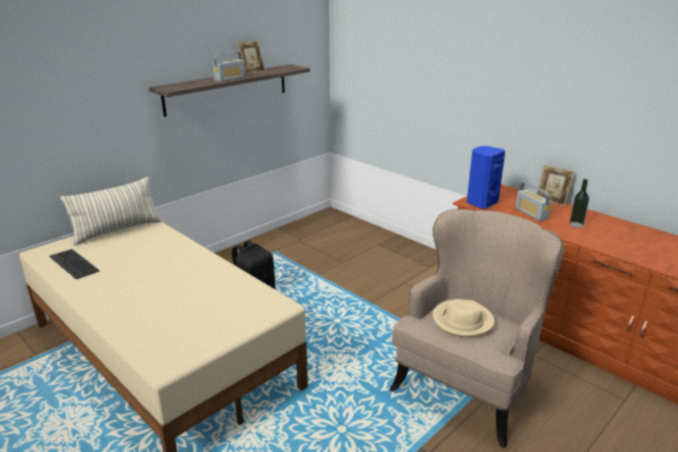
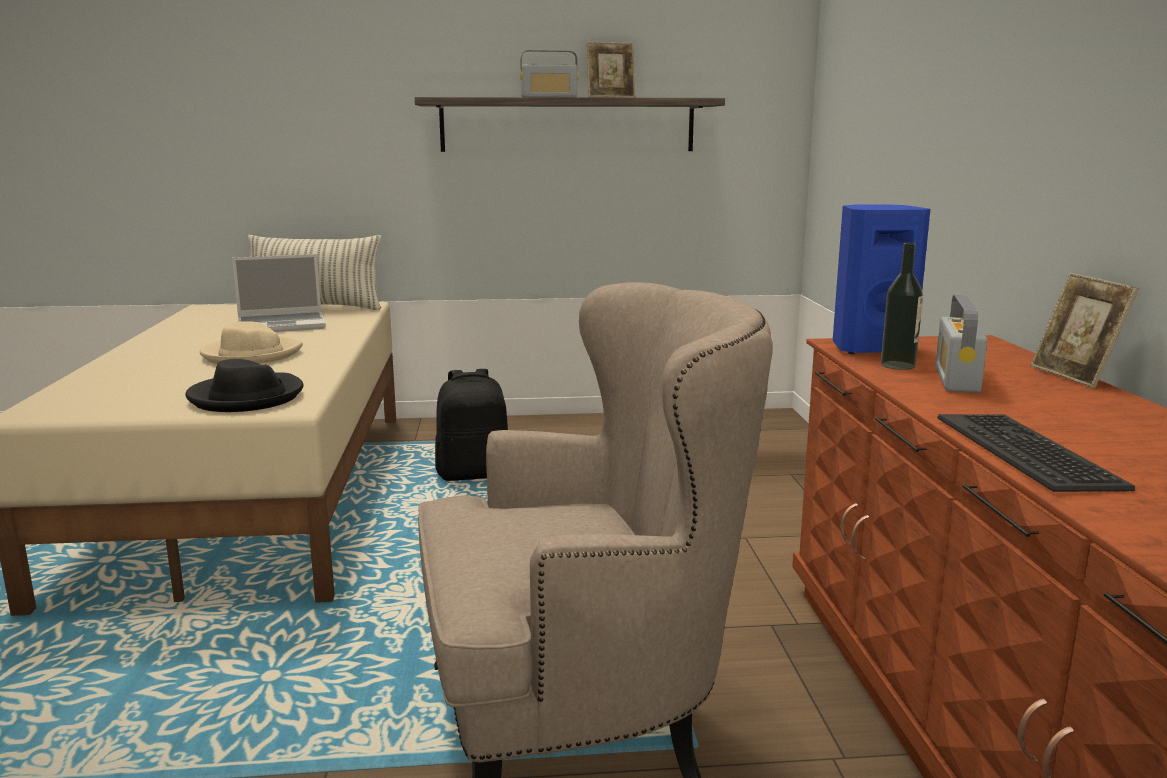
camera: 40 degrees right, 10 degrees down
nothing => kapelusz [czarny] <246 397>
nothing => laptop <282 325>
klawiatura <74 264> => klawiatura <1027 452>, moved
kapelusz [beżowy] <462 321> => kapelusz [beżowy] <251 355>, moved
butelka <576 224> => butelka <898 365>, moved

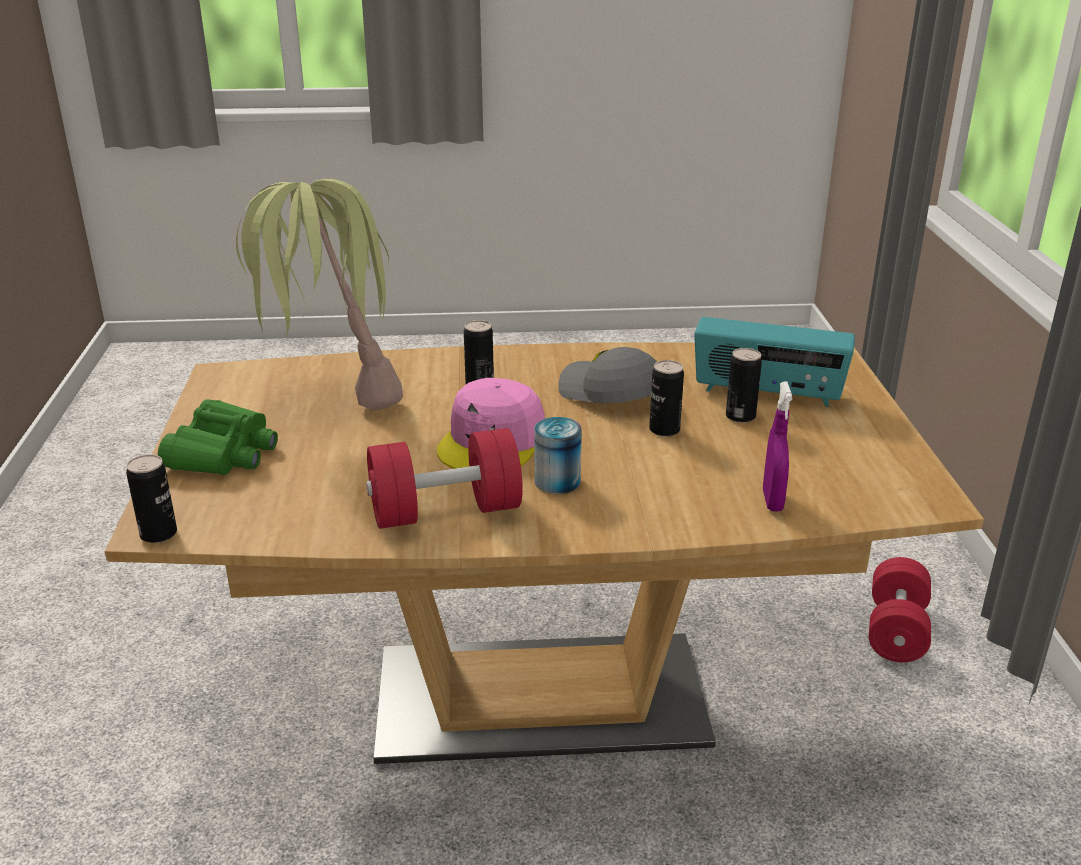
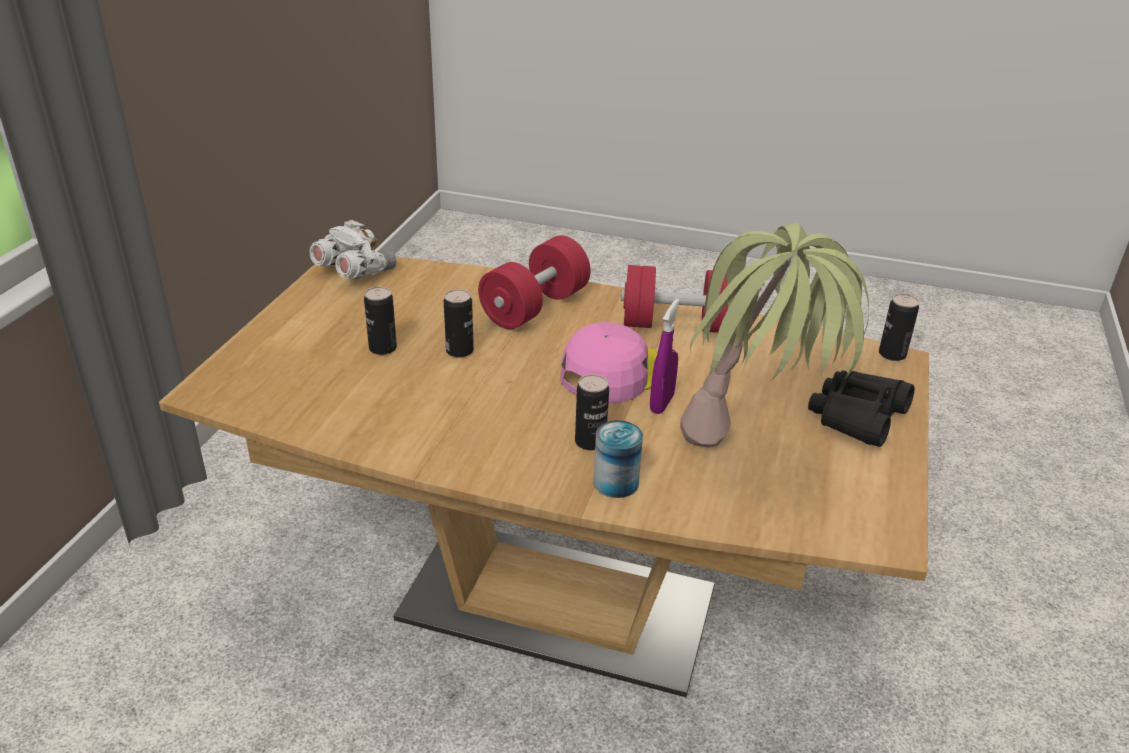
camera: 160 degrees left, 5 degrees up
czapka z daszkiem [szary] <610 394> => nothing
radio <767 393> => nothing
nothing => lornetka [biały] <354 273>
puszka <557 481> => puszka <616 482>, moved
spryskiwacz [fioletowy] <772 501> => spryskiwacz [fioletowy] <661 403>, moved
hantel [czerwony] <896 630> => hantel [czerwony] <535 307>, moved
lornetka [zielony] <224 453> => lornetka [czarny] <857 416>

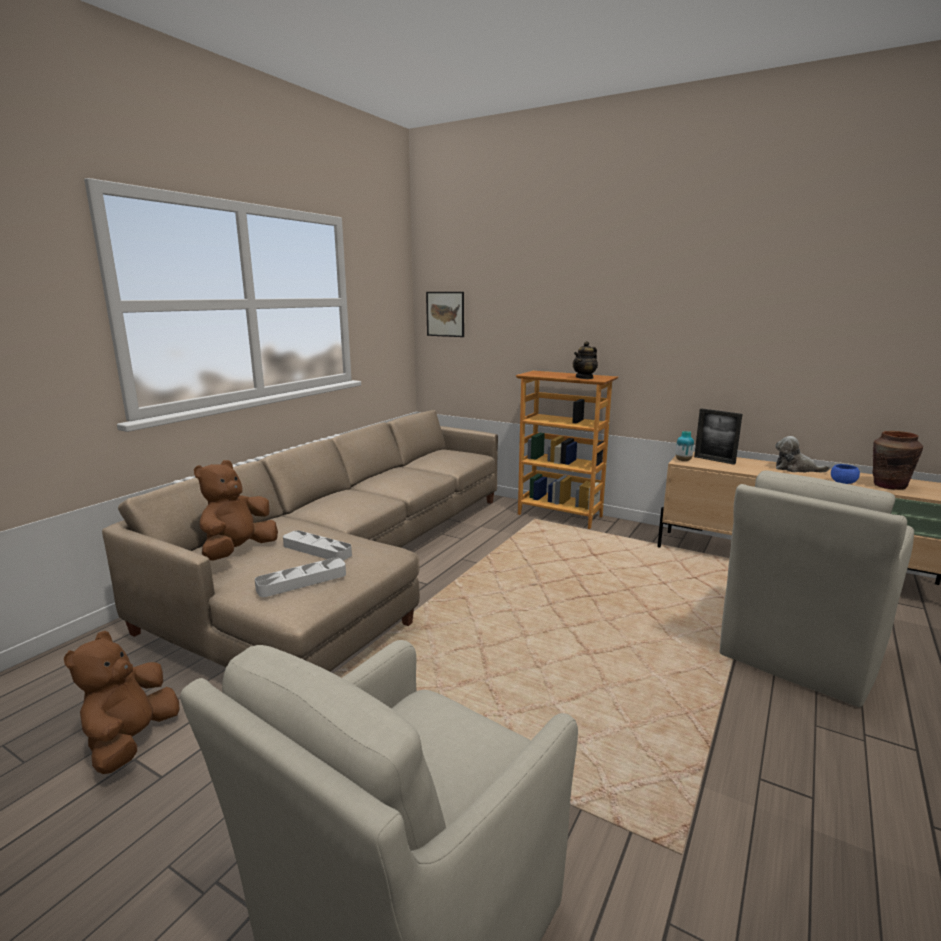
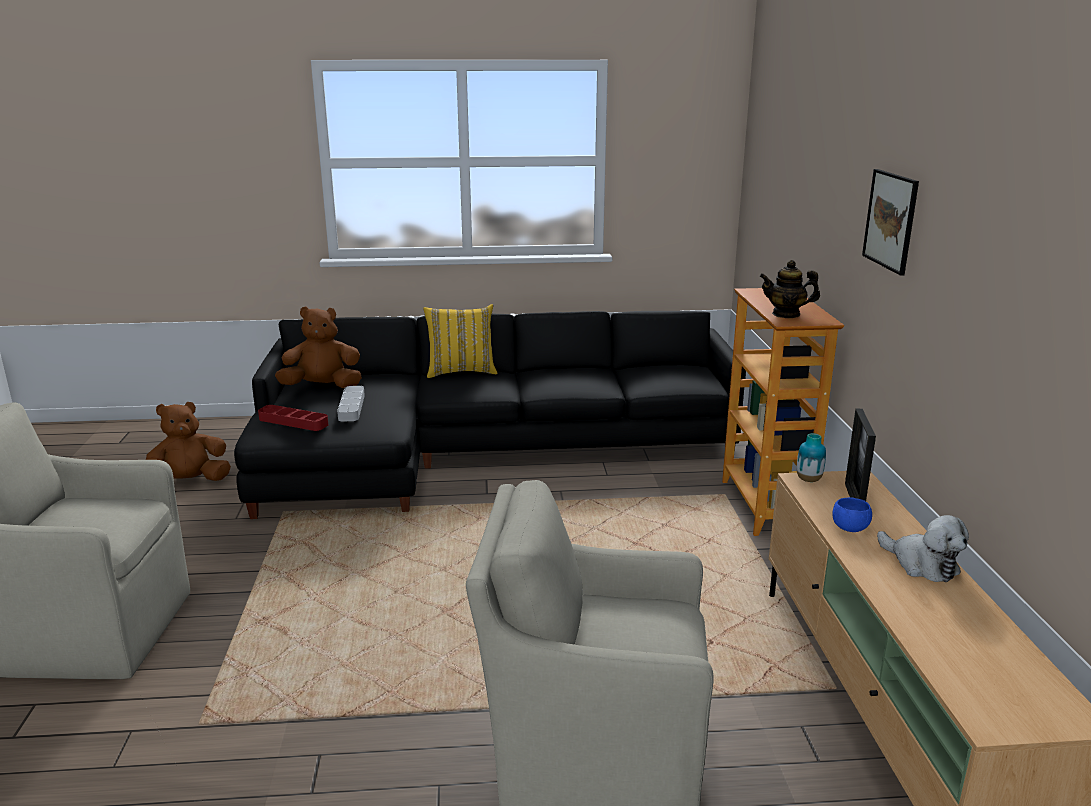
camera: 55 degrees right, 5 degrees up
wazon [brązowy] <889 486> => nothing
nothing => poduszka [żółty] <461 371>
obraz <445 314> => obraz <890 220>, moved
miska [niebieski] <843 483> => miska [niebieski] <850 528>, moved
kanapa [beżowy] <352 566> => kanapa [czarny] <476 451>
taca [szary] <302 581> => taca [czerwony] <293 422>
pluszak <796 469> => pluszak <921 564>, 150 degrees clockwise

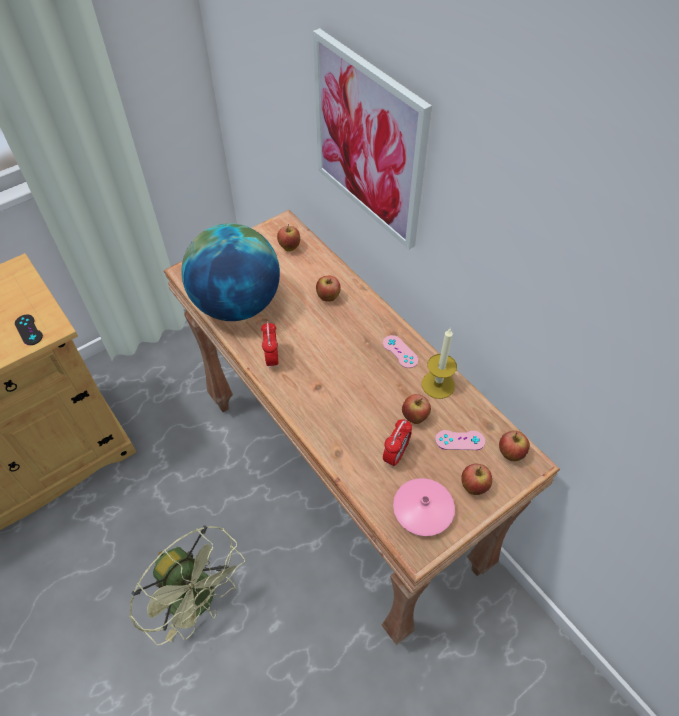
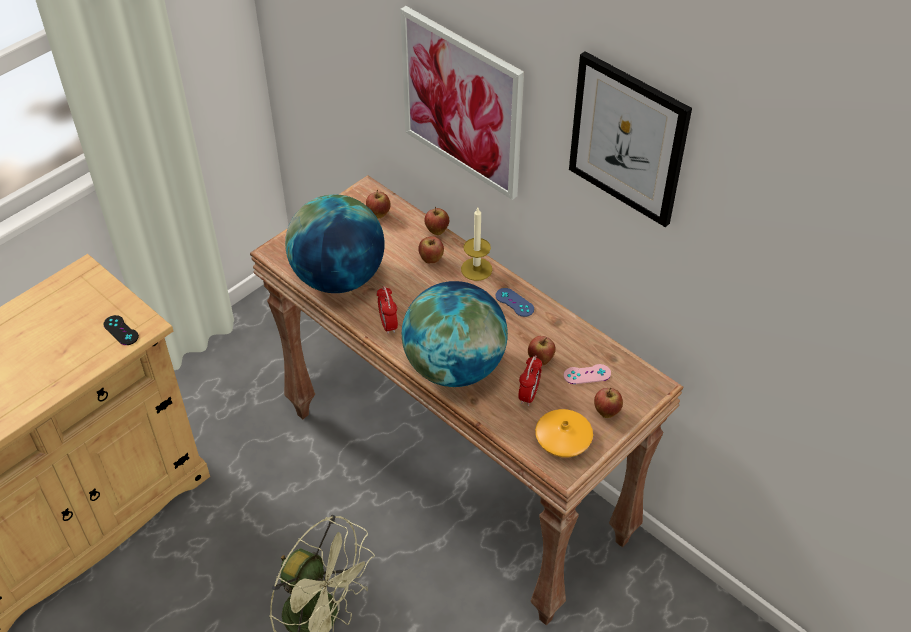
camera: 10 degrees left, 5 degrees down
nothing => globus <455 367>
nothing => obraz <628 139>
świeca <438 384> => świeca <476 269>, moved
jabłko <510 454> => jabłko <436 231>, moved
pad do gier [różowy] <400 352> => pad do gier [niebieski] <514 302>
wazon [różowy] <422 511> => wazon [pomarańczowy] <563 438>

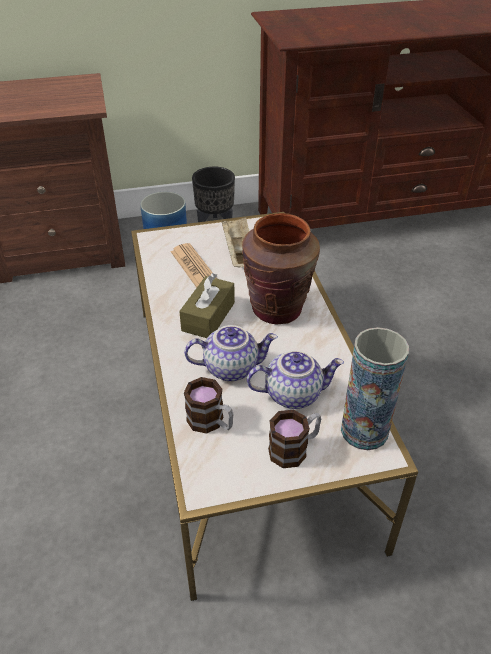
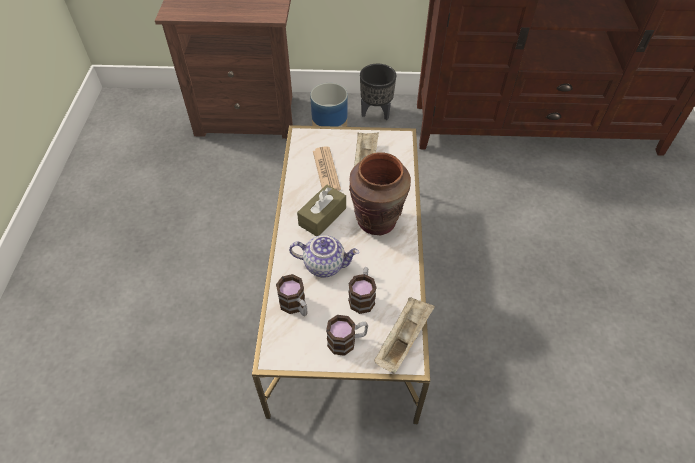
camera: 15 degrees right, 10 degrees up
imbryk <293 393> => kubek <362 296>
wazon <364 431> => taca [beżowy] <403 339>

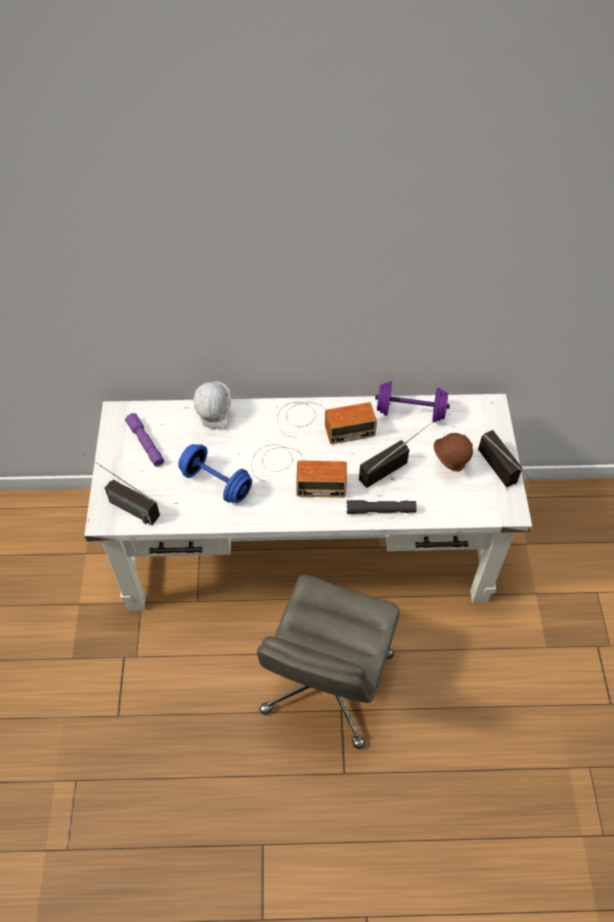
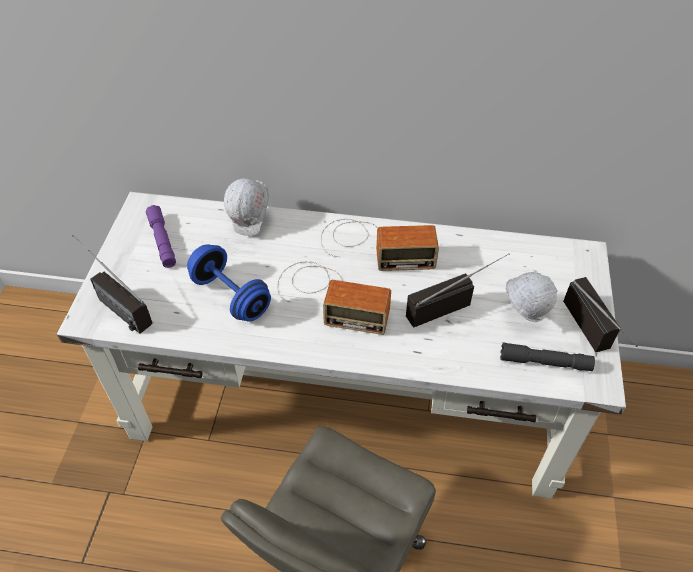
camera: 10 degrees right, 5 degrees down
hantel [fioletowy] <410 412> => nothing
latarka [szary] <380 510> => latarka [szary] <545 362>, moved
kask [brązowy] <448 464> => kask [biały] <522 314>

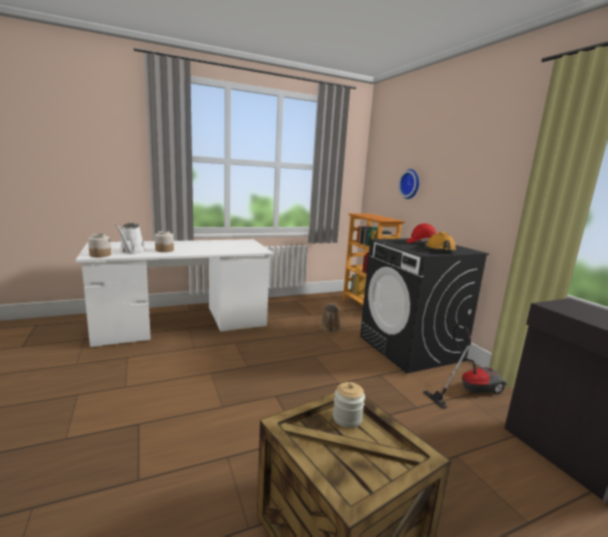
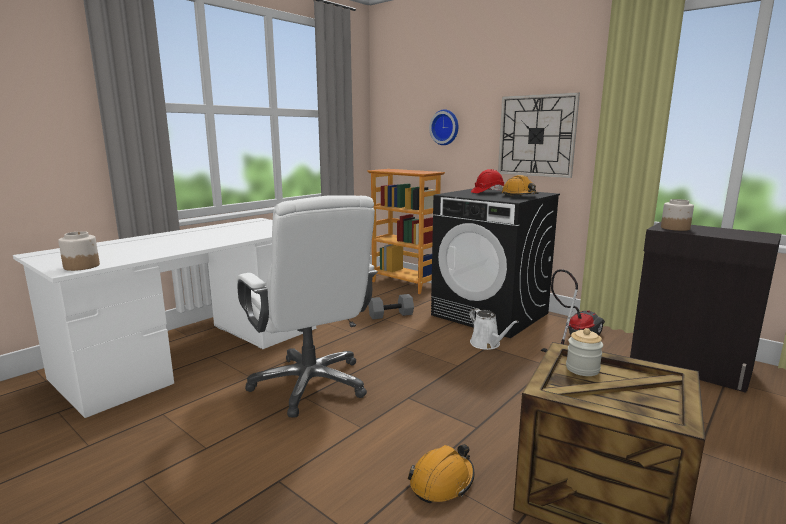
camera: 25 degrees left, 0 degrees up
nothing => krzesło biurowe [biały] <310 384>
nothing => kask [pomarańczowy] <442 482>
nothing => zegar ścienny <536 136>
konewka [biały] <131 251> => konewka [biały] <487 344>, moved
słoik <164 250> => słoik <674 228>, moved
konewka [brązowy] <330 328> => hantel [szary] <391 315>

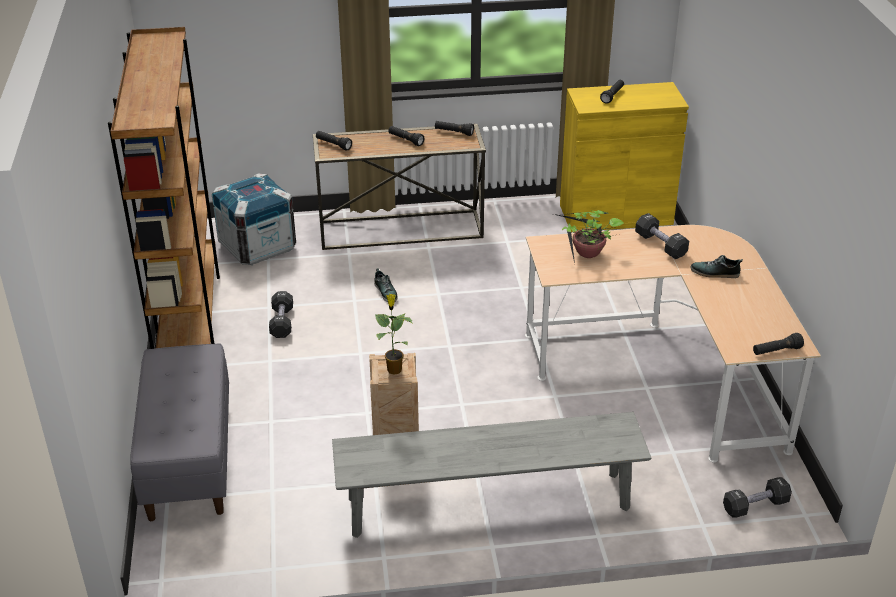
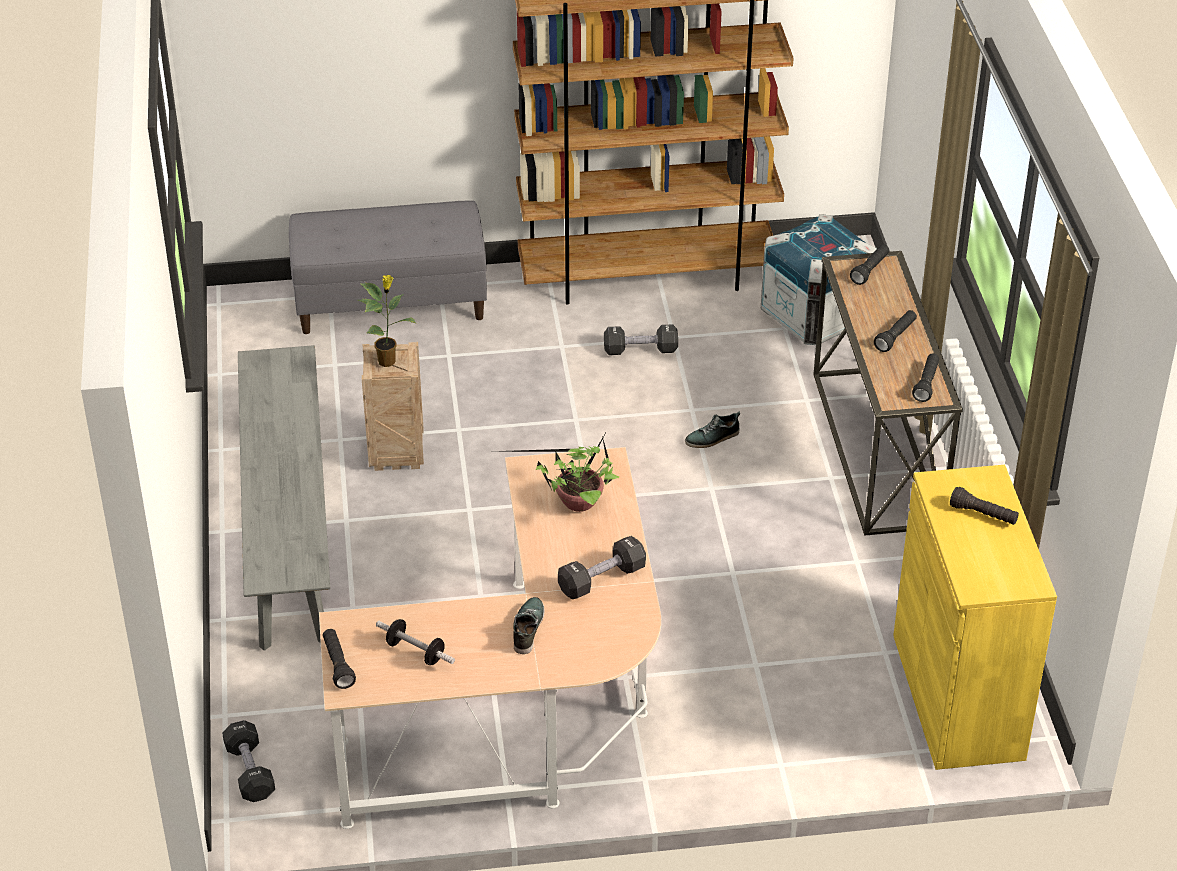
camera: 90 degrees right, 5 degrees up
nothing => hantel <415 652>

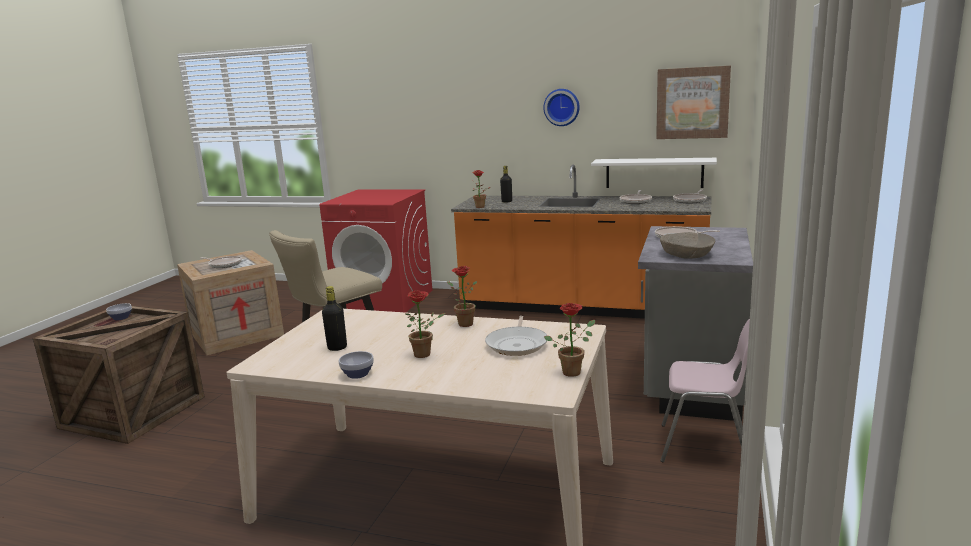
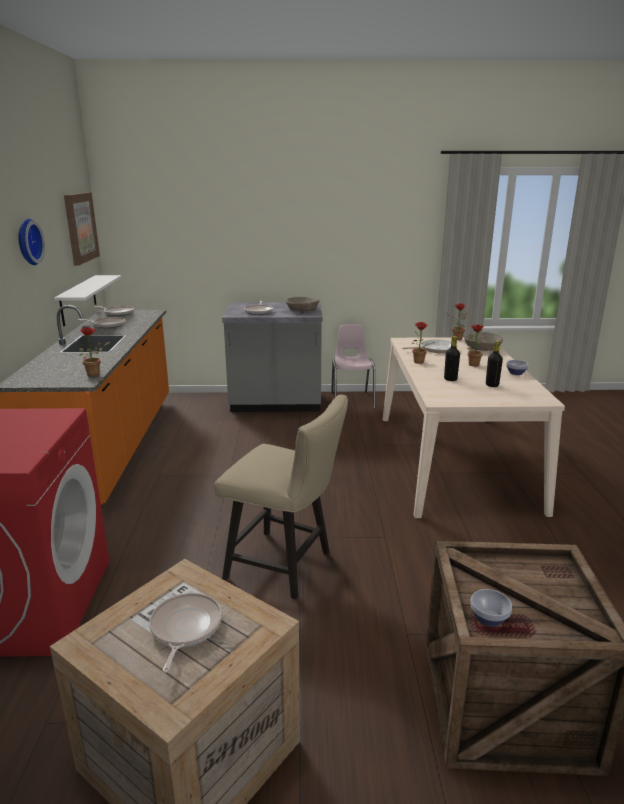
camera: 110 degrees left, 5 degrees up
nothing => miska [beżowy] <482 348>
butelka [czarny] <507 201> => butelka [czarny] <450 379>, moved

